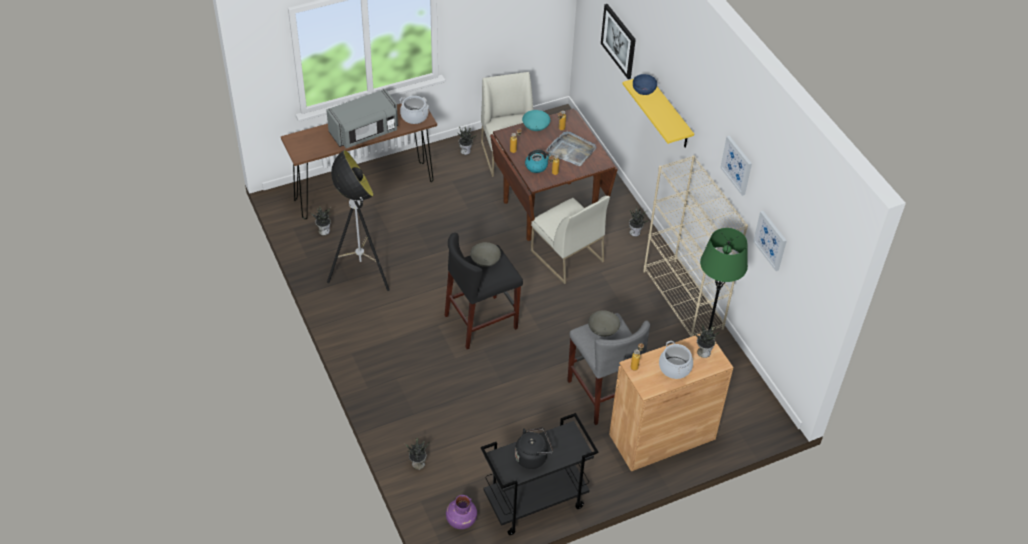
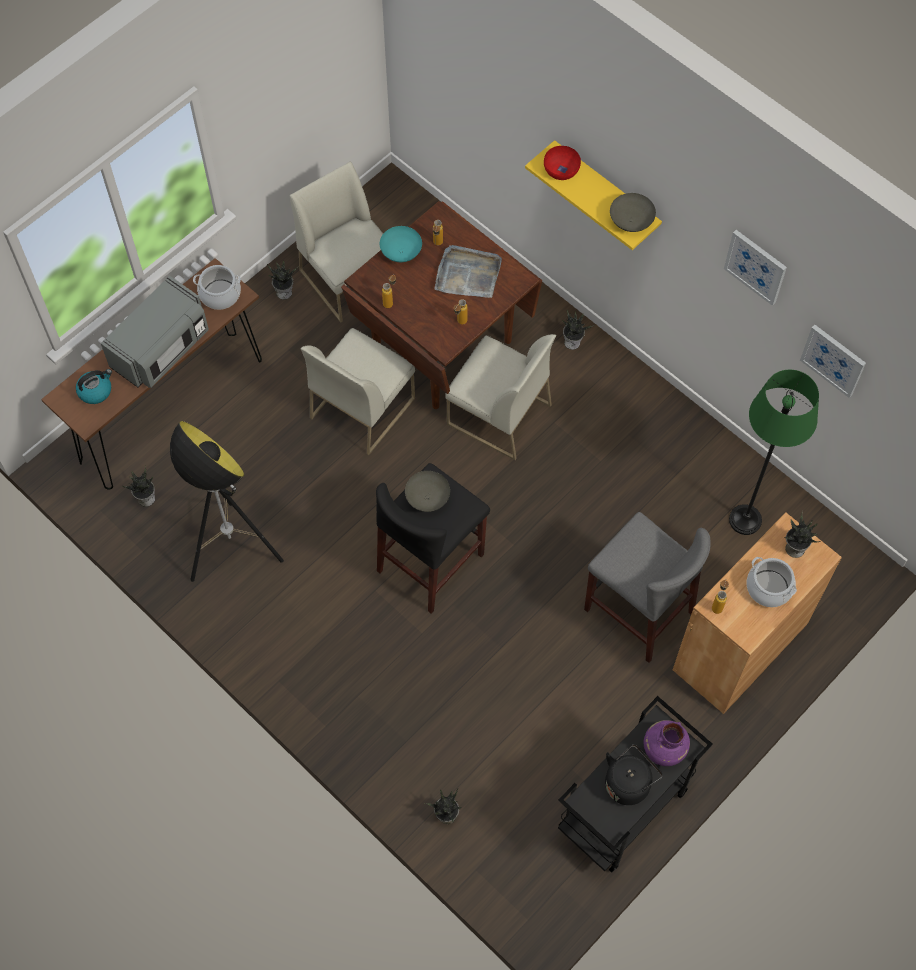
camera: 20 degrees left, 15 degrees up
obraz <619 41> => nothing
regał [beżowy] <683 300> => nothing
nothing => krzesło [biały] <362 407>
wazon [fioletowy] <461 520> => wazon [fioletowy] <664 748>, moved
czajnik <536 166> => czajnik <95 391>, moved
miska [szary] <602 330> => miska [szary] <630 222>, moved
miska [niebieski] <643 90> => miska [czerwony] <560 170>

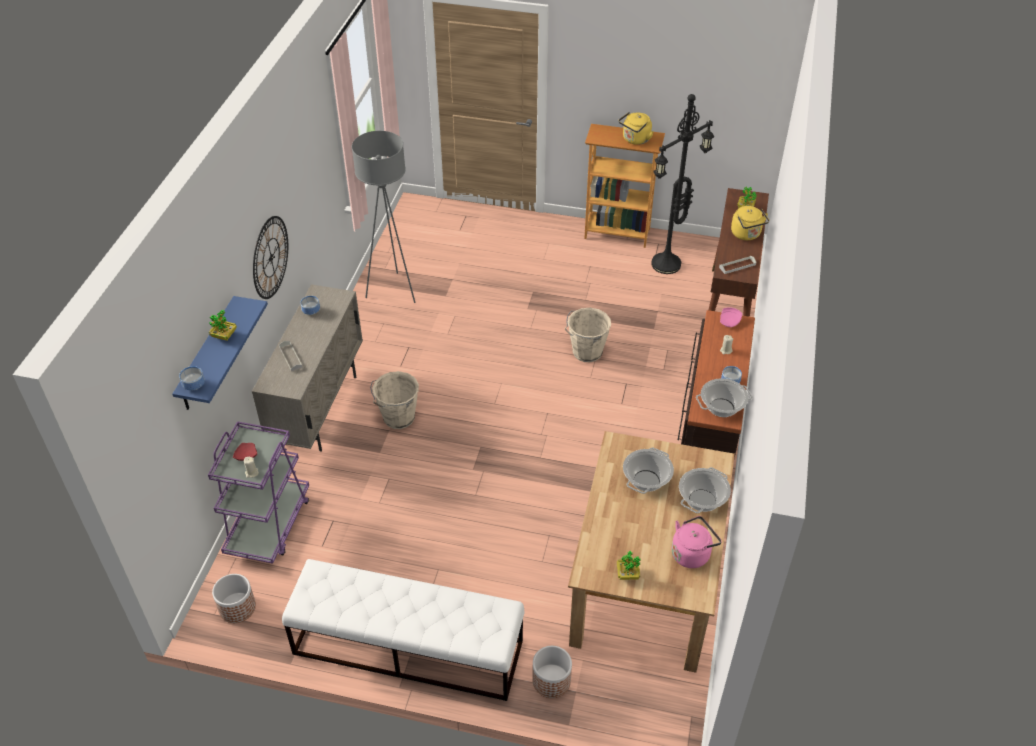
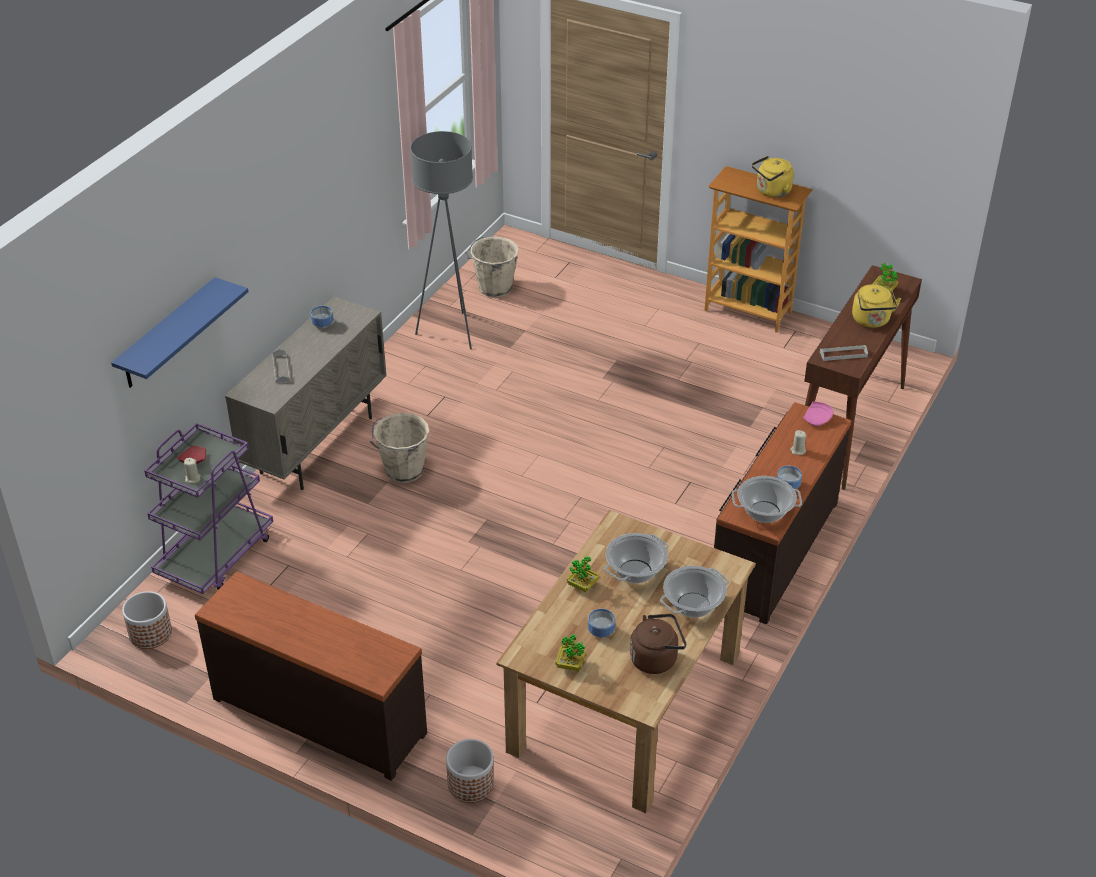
camera: 15 degrees right, 5 degrees down
zegar ścienny <270 257> => nothing
lampa stojąca [czarny] <666 266> => nothing
miska <193 386> => miska <600 631>, moved
roślina doniczkowa <224 336> => roślina doniczkowa <582 585>, moved
wiadro [beżowy] <586 352> => wiadro [beżowy] <493 288>, moved
ławka [biały] <407 647> => komoda [brązowy] <320 714>
czajnik [różowy] <692 553> => czajnik [brązowy] <656 658>

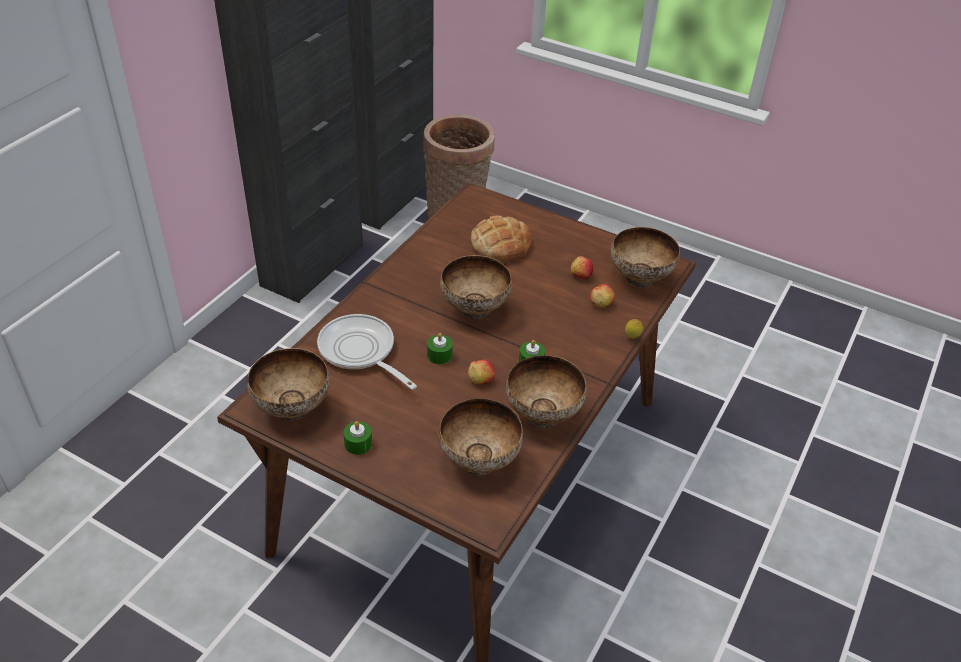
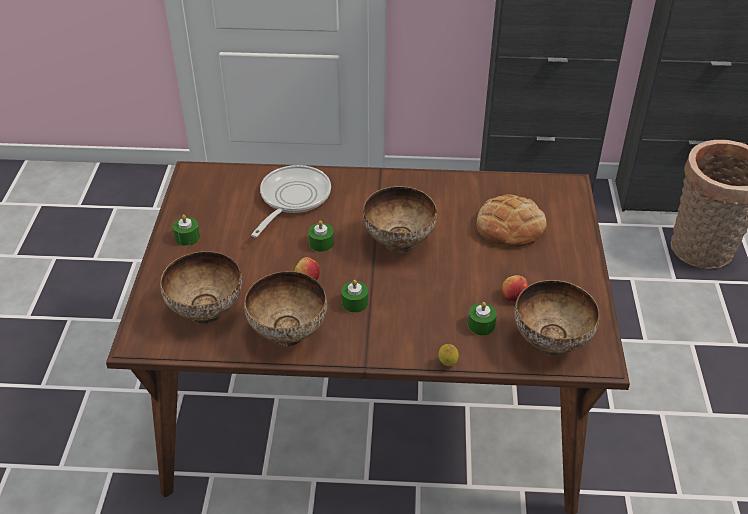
camera: 65 degrees right, 0 degrees up
miska <291 409> => nothing
jabłko <601 304> => świeca [zielony] <481 325>

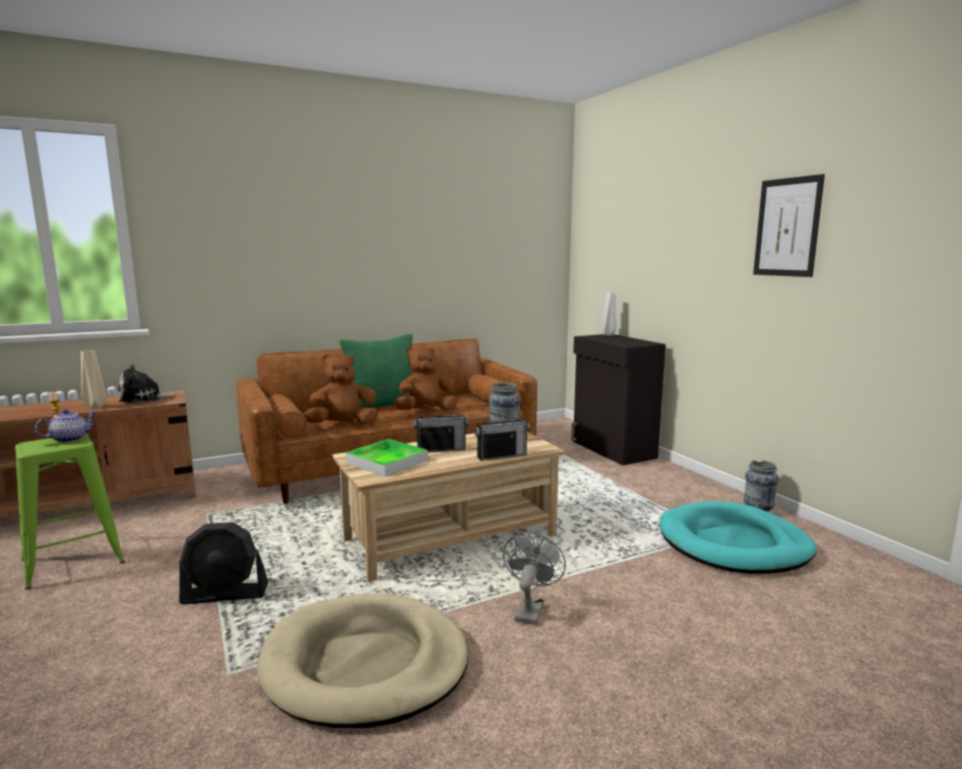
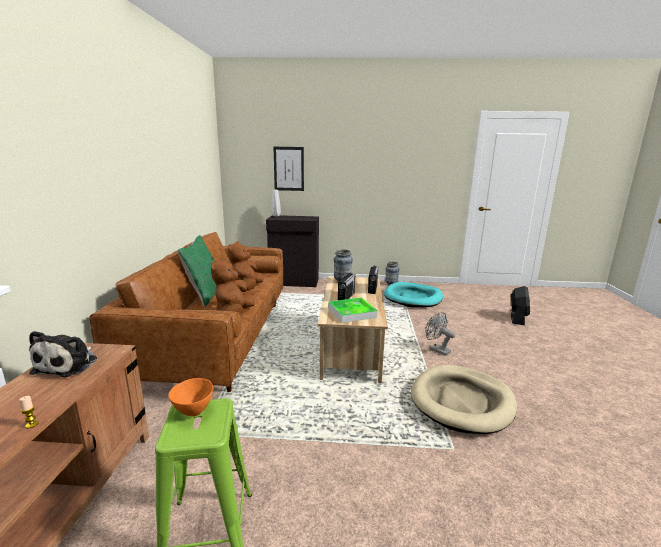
camera: 60 degrees left, 5 degrees up
wazon [beżowy] <95 407> => nothing
wentylator [czarny] <225 594> => wentylator [czarny] <517 318>, moved
obraz <787 227> => obraz <289 169>, moved
imbryk <70 439> => miska [pomarańczowy] <193 410>

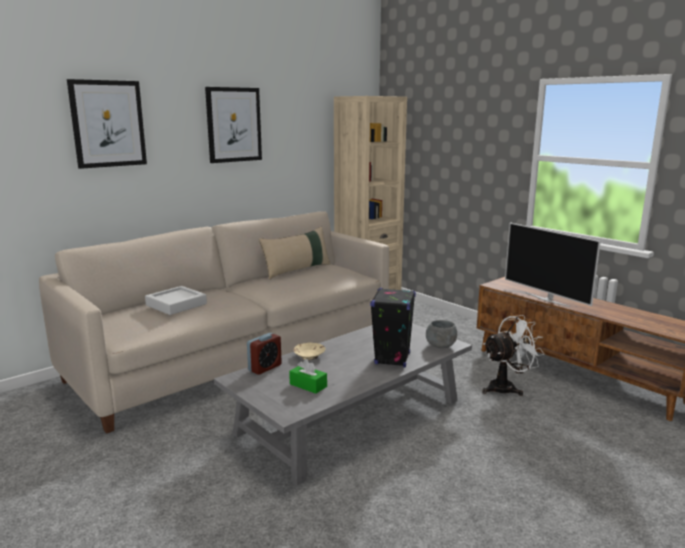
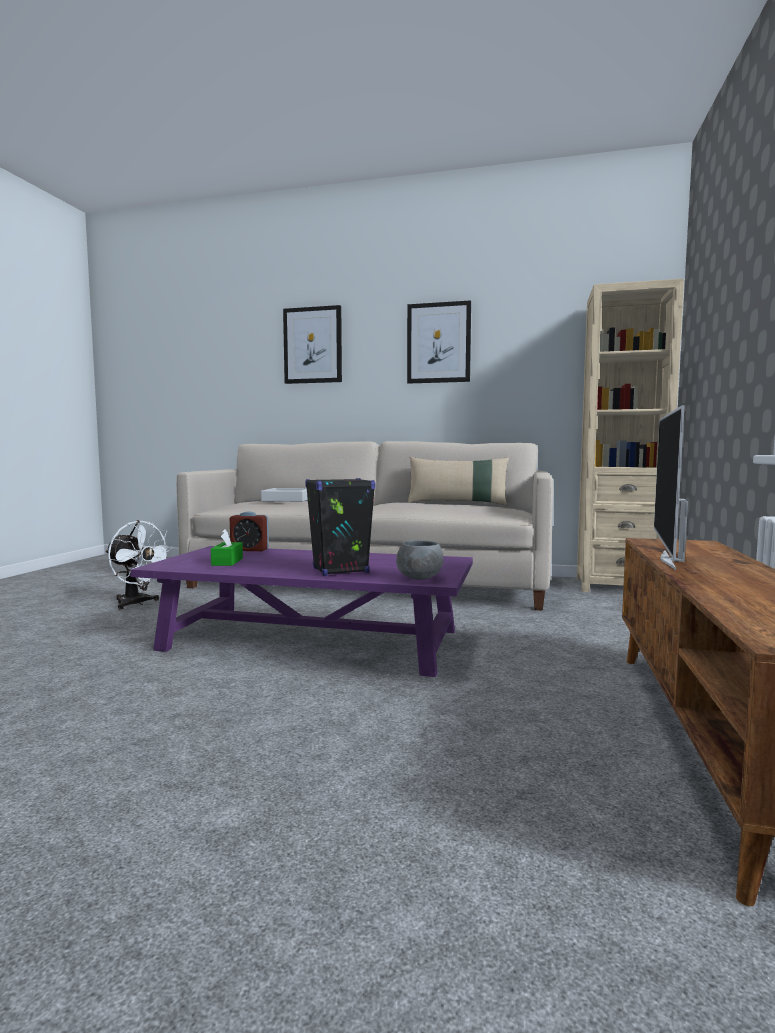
camera: 55 degrees right, 10 degrees down
miska [beżowy] <309 356> => nothing
wentylator [biały] <507 387> => wentylator [biały] <137 603>, moved
ława [szary] <350 416> => ława [fioletowy] <313 639>

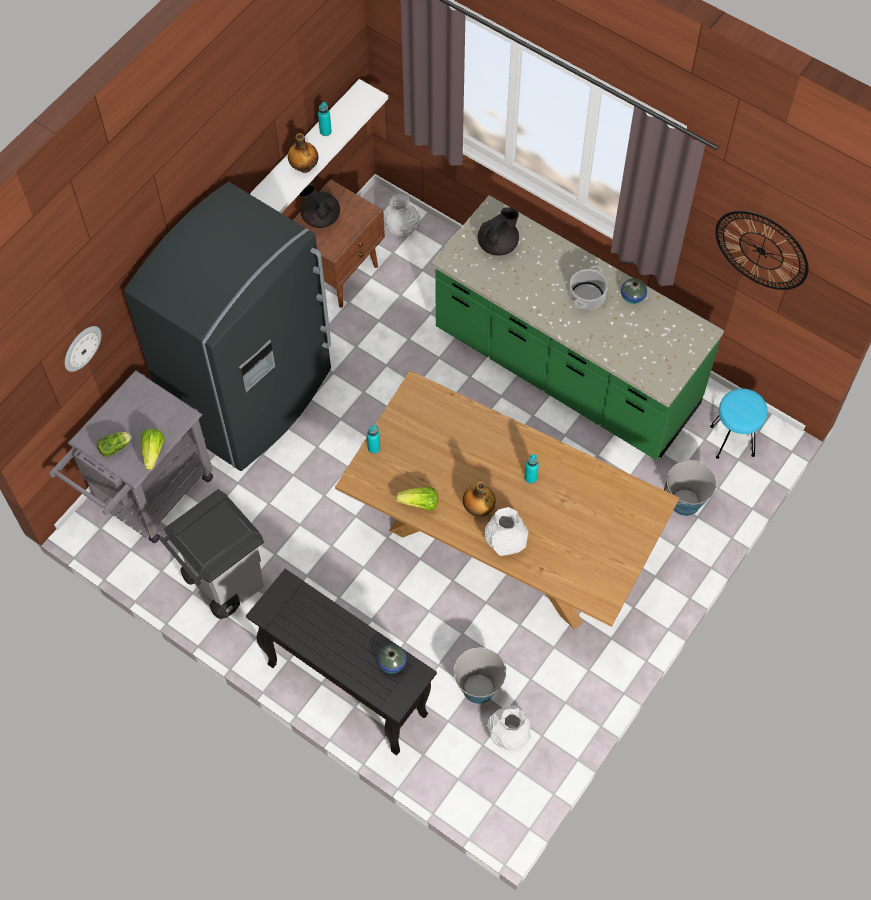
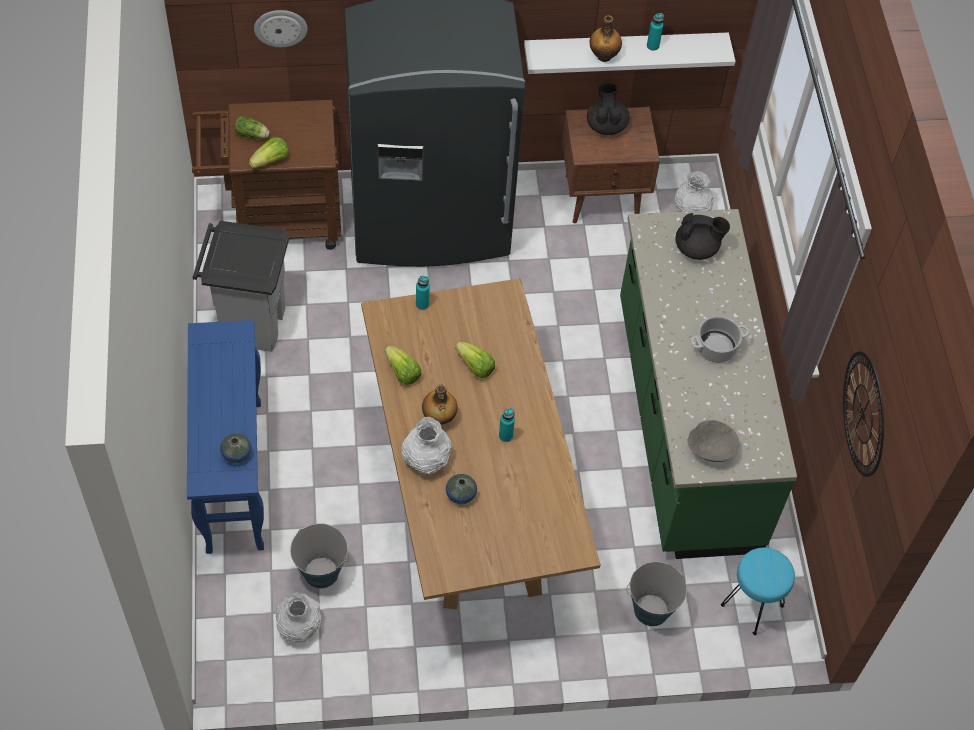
camera: 45 degrees right, 5 degrees down
nothing => sałata <475 366>
nothing => miska [szary] <711 449>
wazon <632 296> => wazon <461 494>, moved
wózek [szary] <147 497> => wózek [brązowy] <276 220>
stolik konsolowy [czarny] <345 689> => stolik konsolowy [niebieski] <233 474>

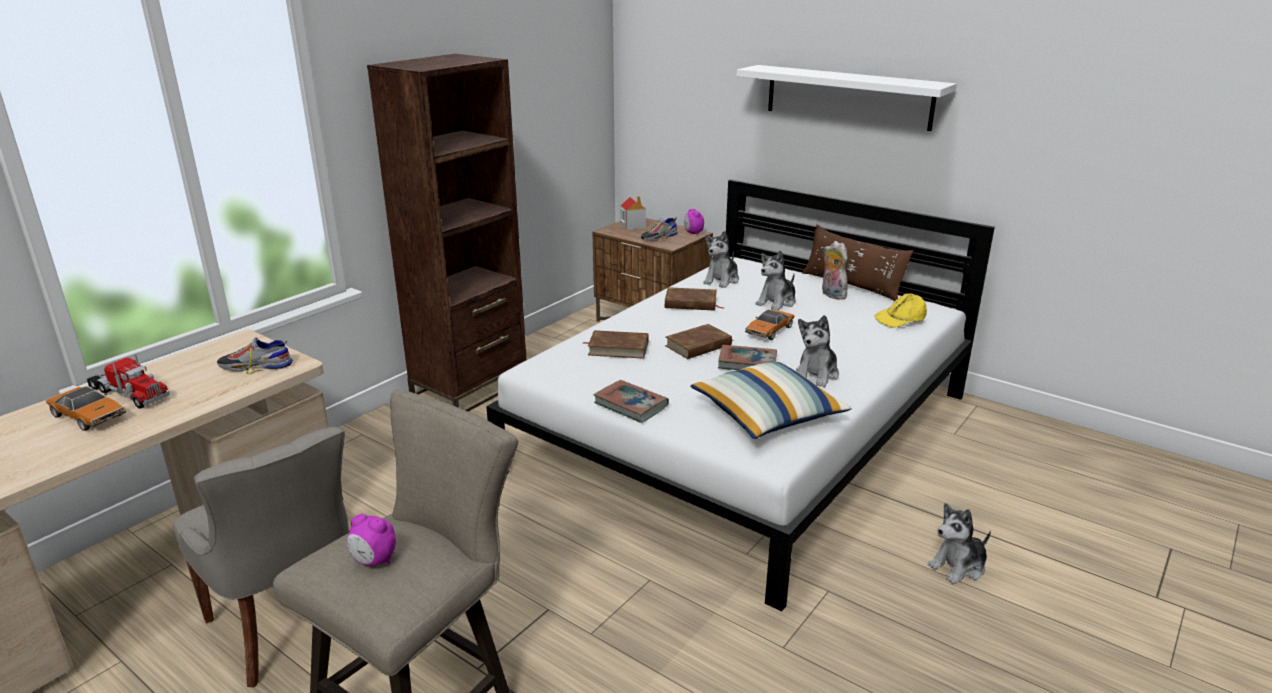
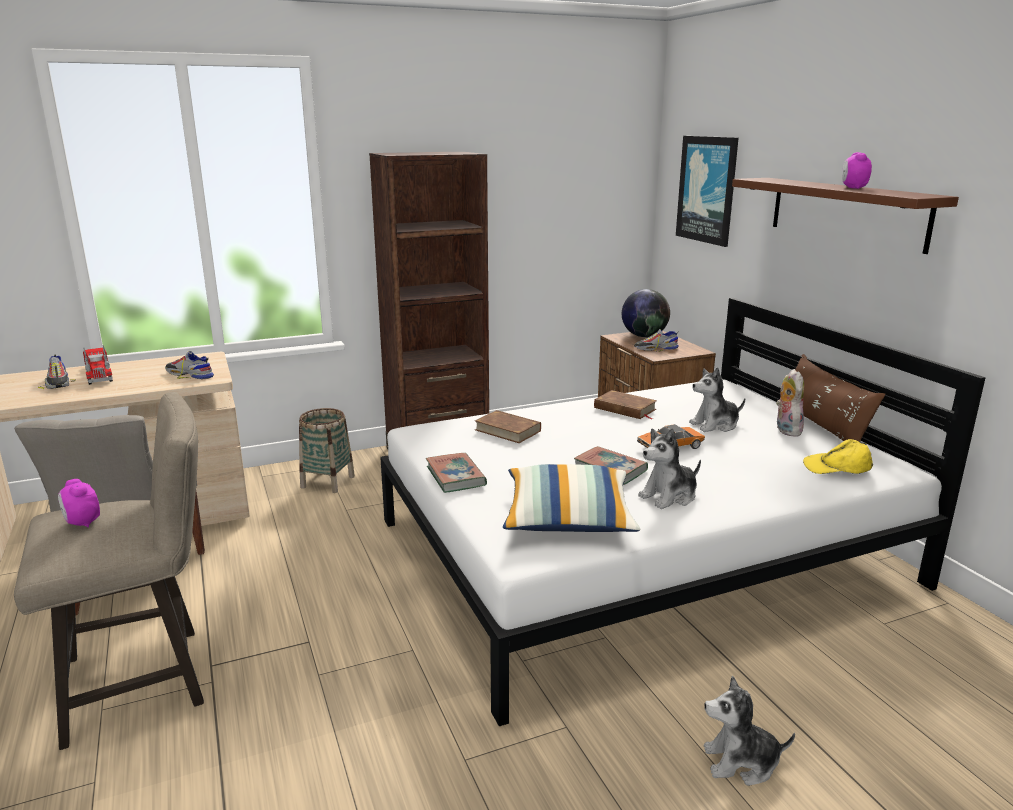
camera: 30 degrees right, 5 degrees down
książka [brązowy] <698 346> => nothing
pluszak <722 280> => nothing
nothing => koszyk <328 482>
nothing => obraz <707 189>
budzik <693 233> => budzik <853 188>, moved
samochodzik <89 416> => but <58 382>
domek <632 226> => globus <644 336>
półka [biały] <848 97> => półka [brązowy] <846 212>

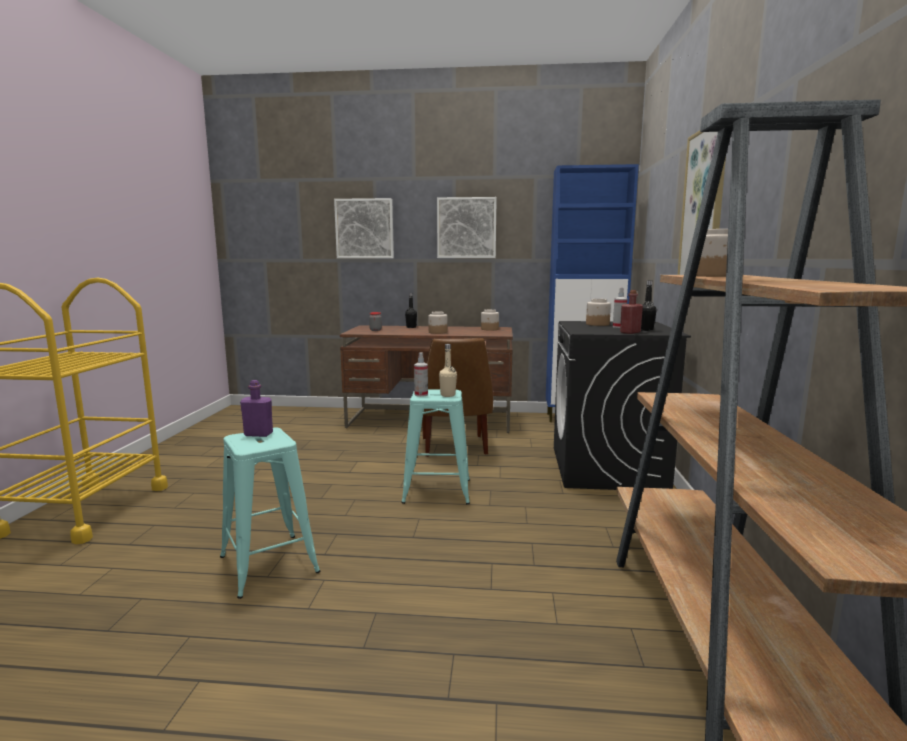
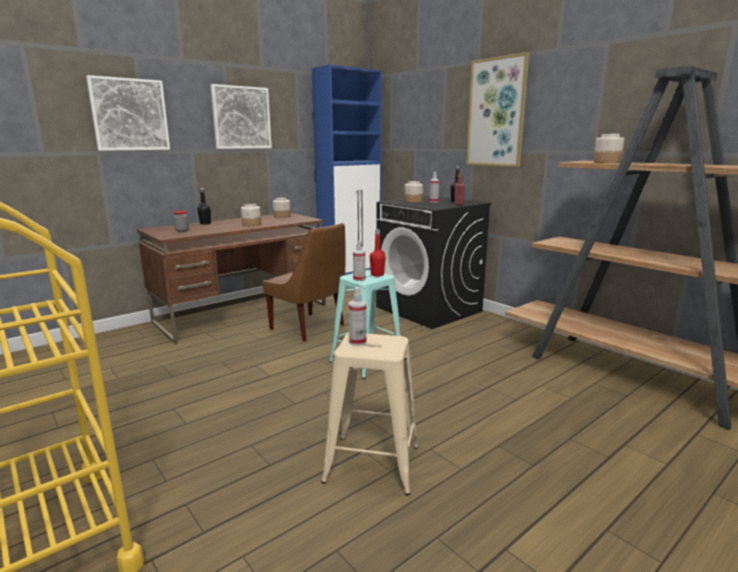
camera: 45 degrees left, 5 degrees up
butelka [fioletowy] <258 434> => spryskiwacz <357 342>
stołek [turkusowy] <269 564> => stołek [beżowy] <372 464>
butelka [beżowy] <447 395> => butelka [czerwony] <377 275>

